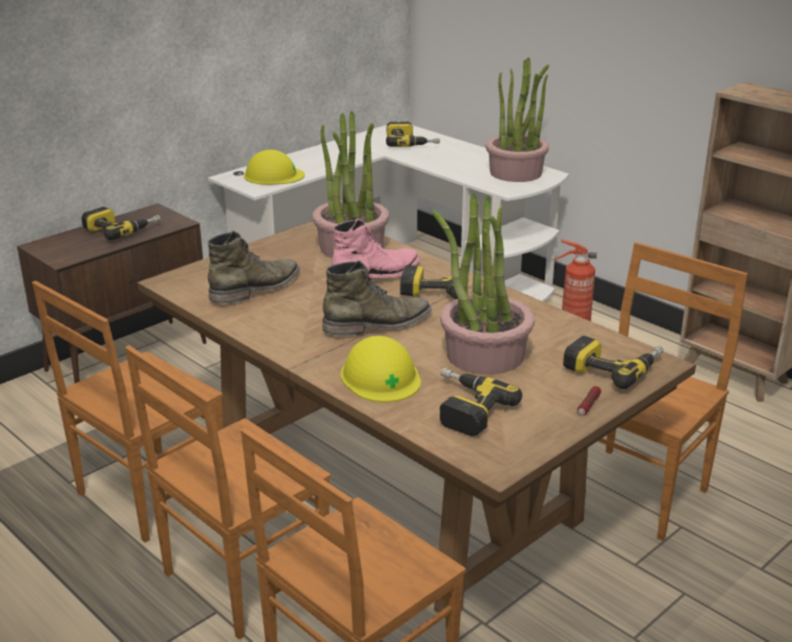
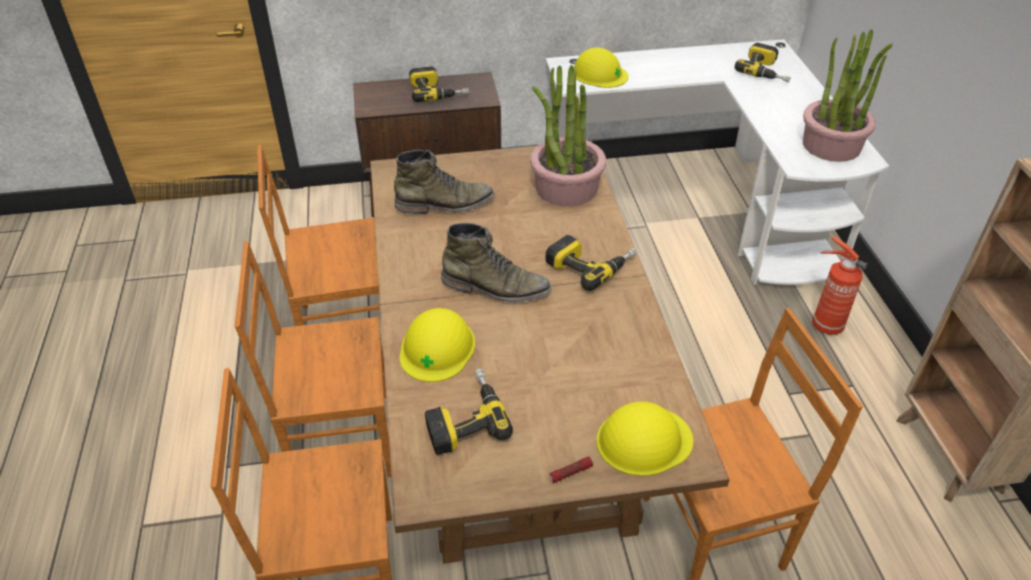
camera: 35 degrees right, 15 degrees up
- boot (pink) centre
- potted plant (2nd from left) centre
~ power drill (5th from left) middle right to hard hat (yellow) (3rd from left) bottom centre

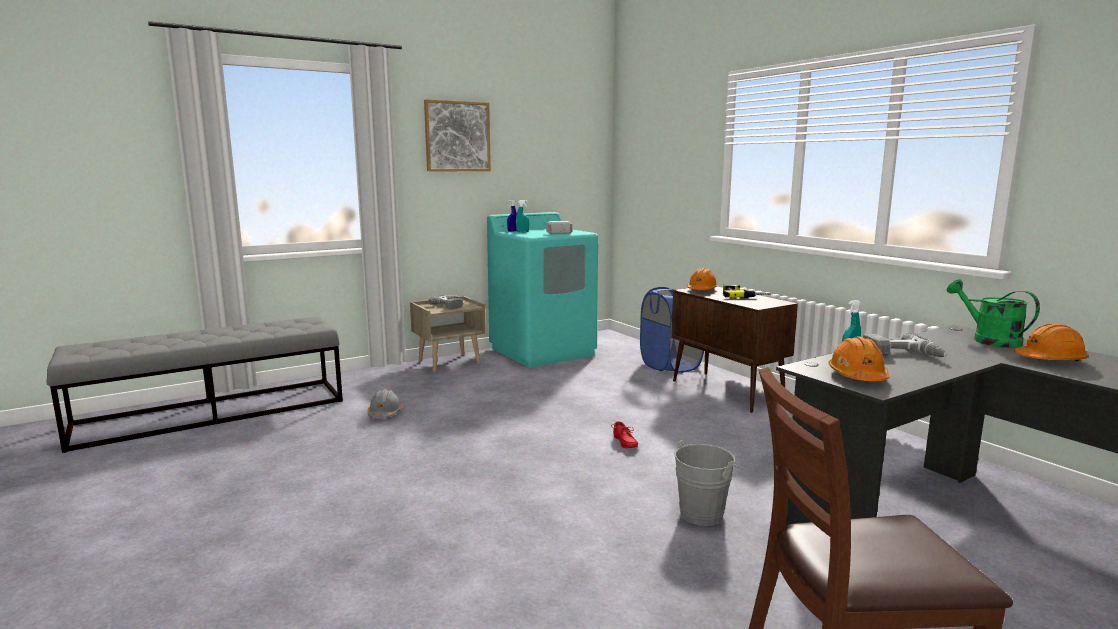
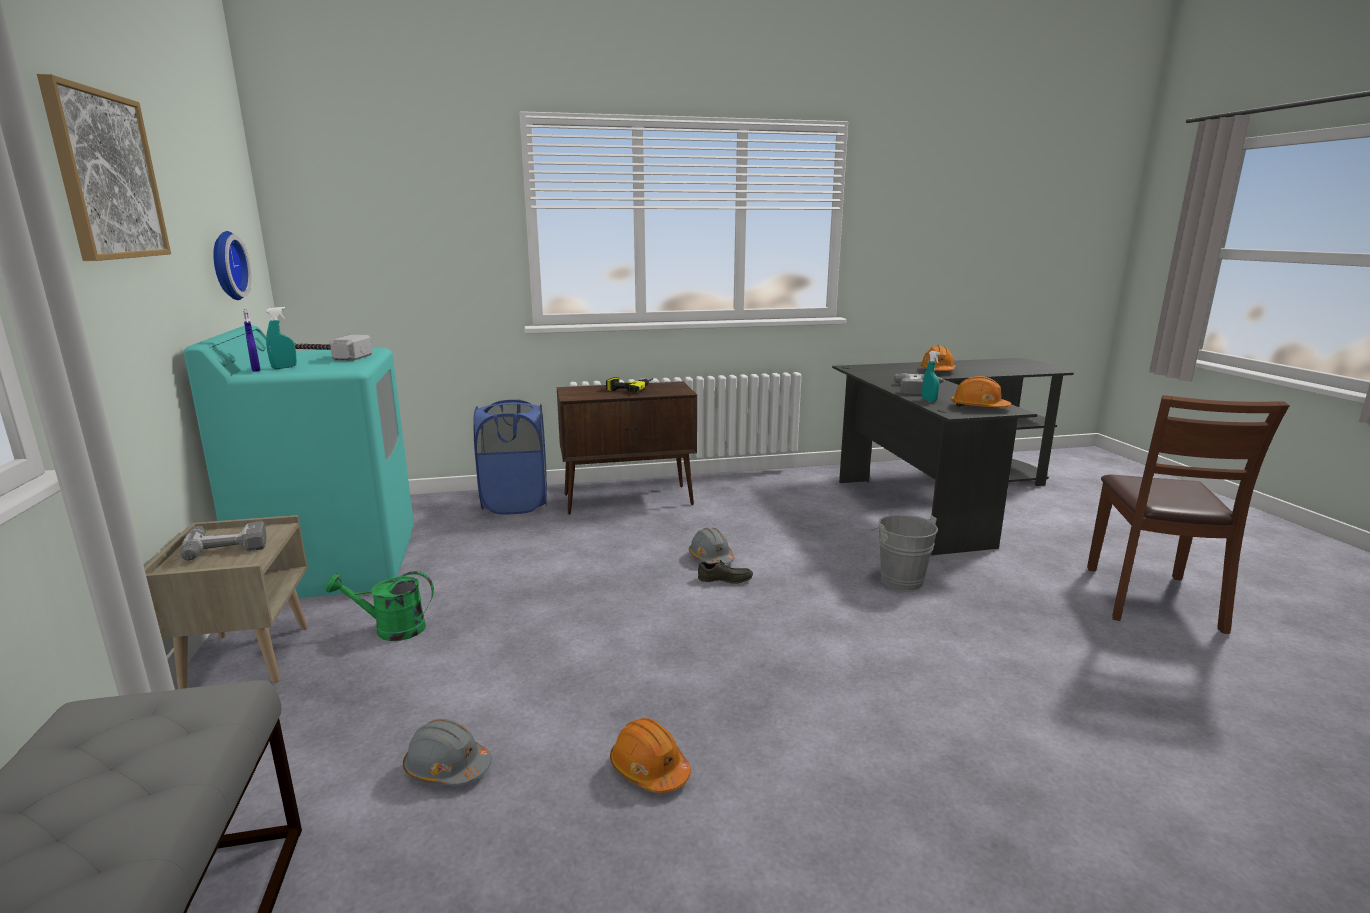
camera: 70 degrees left, 5 degrees up
~ shoe (red) bottom centre to shoe (grey) centre
~ hard hat (orange) (1st from left) centre to bottom centre
~ watering can (green) middle right to middle left
+ wall clock top left
+ hard hat (grey) (2nd from left) centre

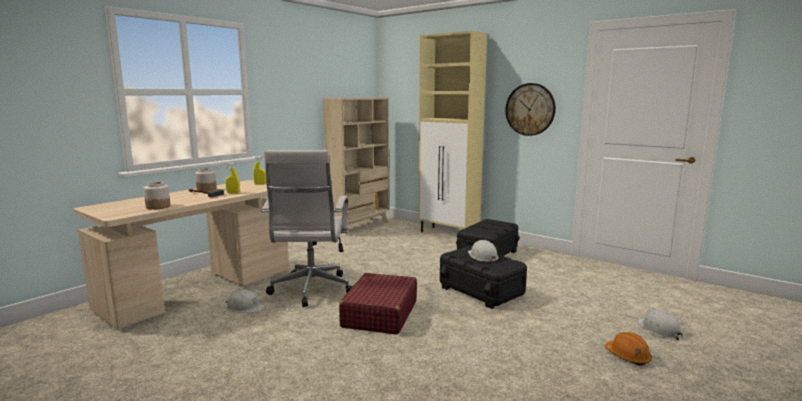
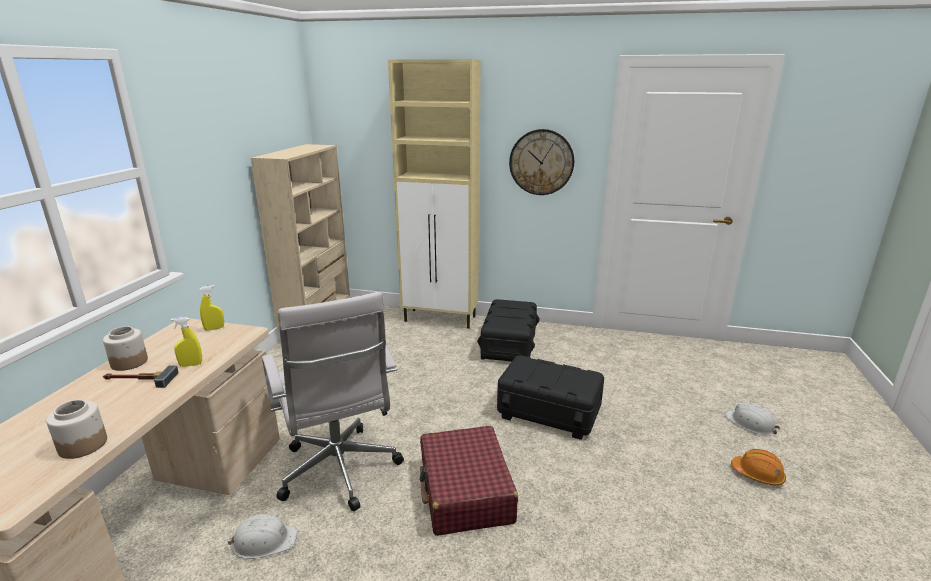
camera: 25 degrees left, 10 degrees up
- hard hat (white) (2nd from left) centre

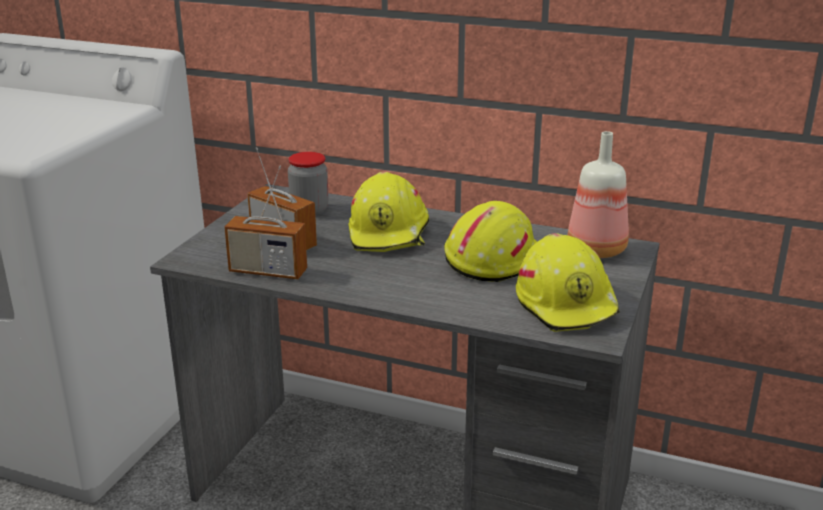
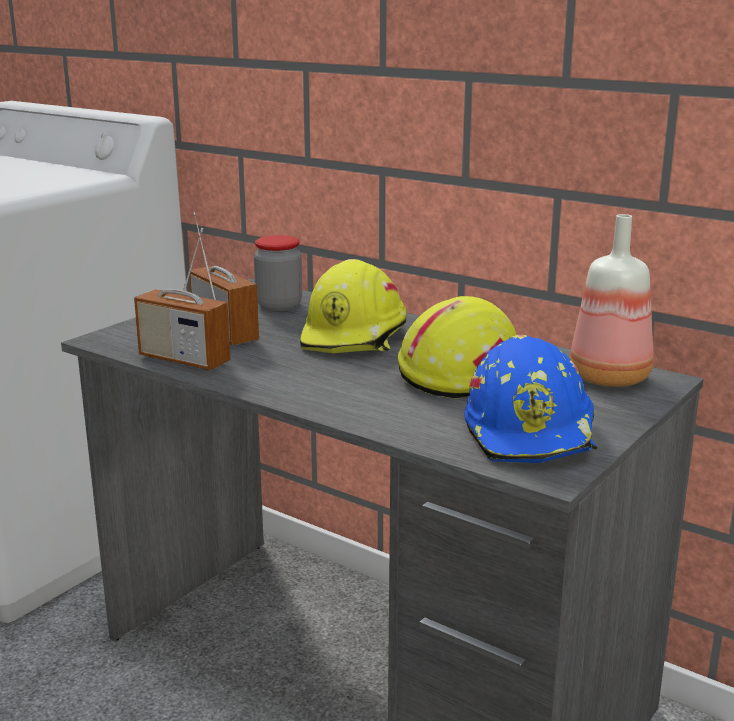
camera: 15 degrees right, 5 degrees down
~ hard hat (yellow) (3rd from left) middle right to hard hat (blue) middle right

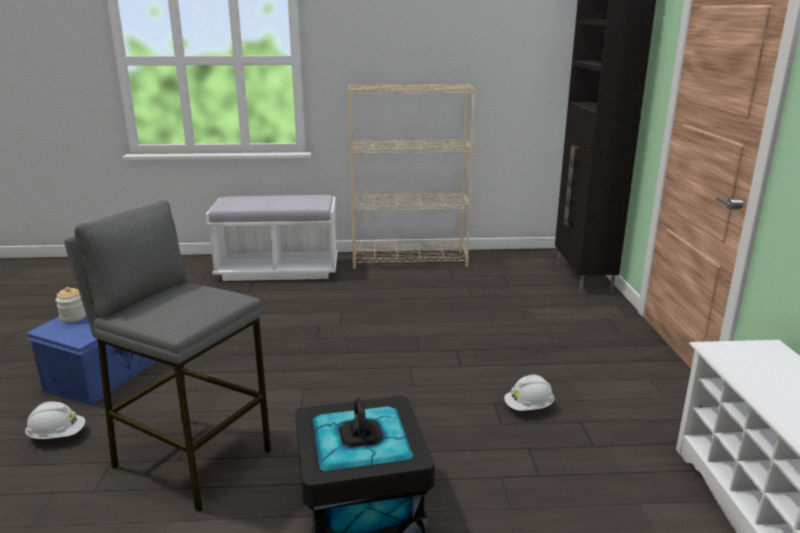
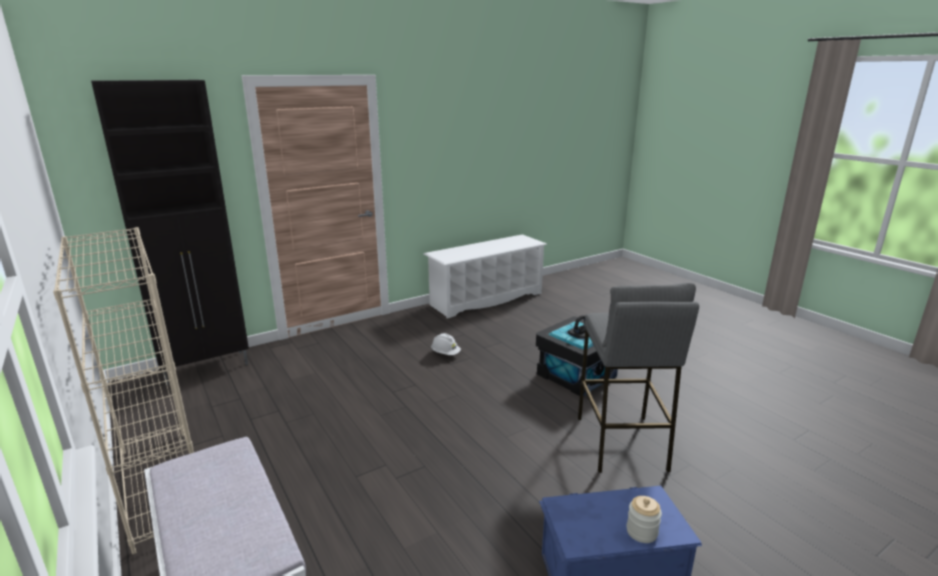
camera: 120 degrees left, 0 degrees up
- hard hat (white) (1st from left) bottom left

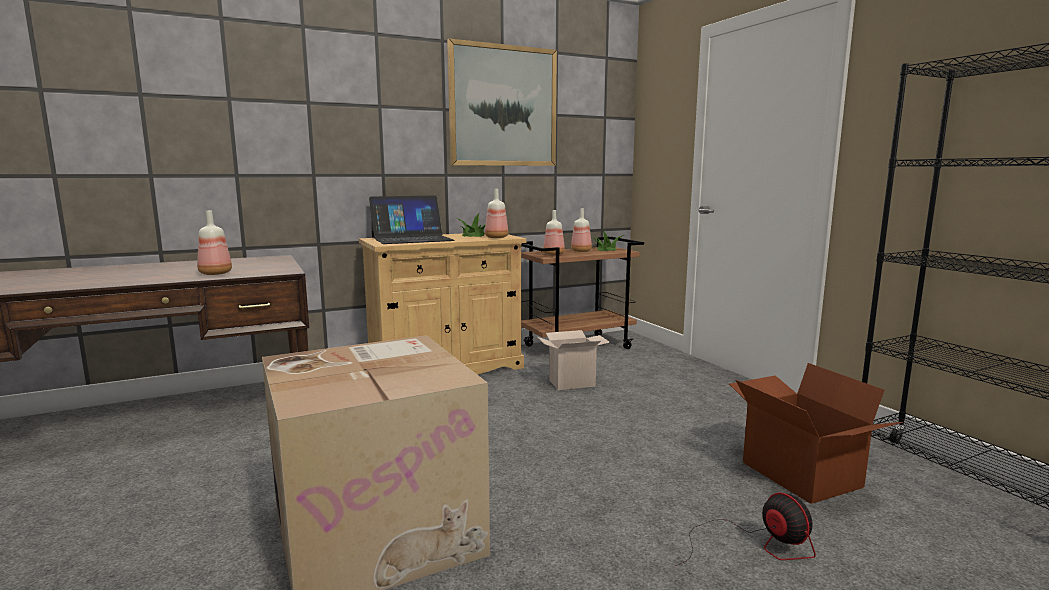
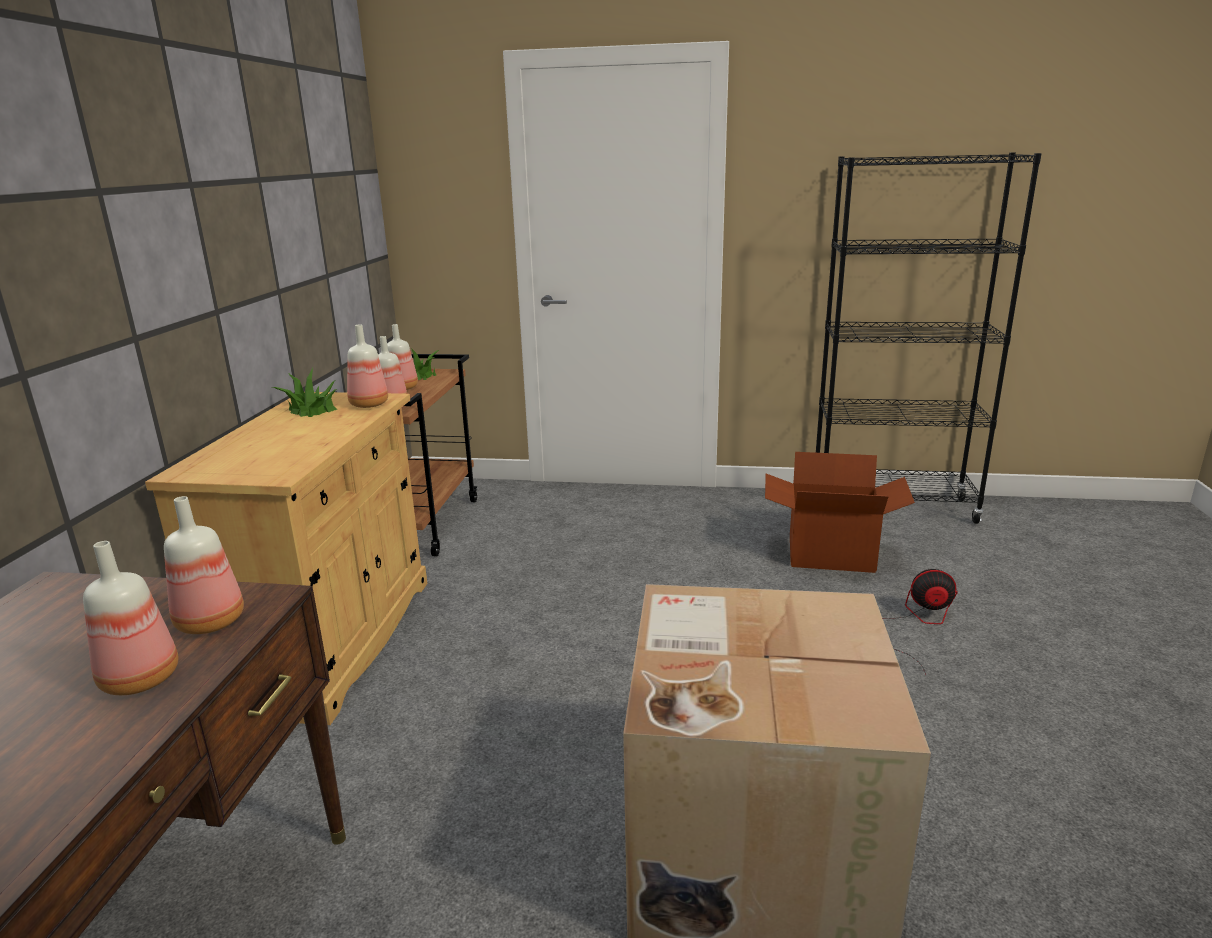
camera: 55 degrees left, 10 degrees up
- laptop centre
- picture top centre
- cardboard box (2nd from left) centre
+ bottle (2nd from left) middle left

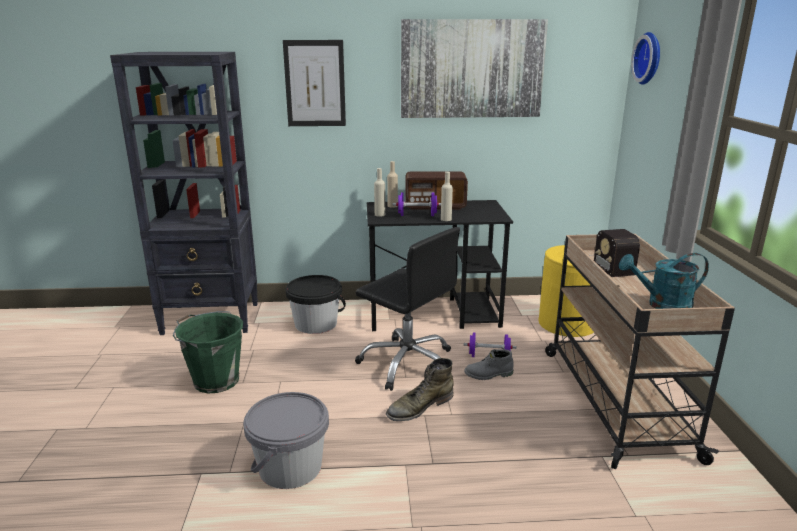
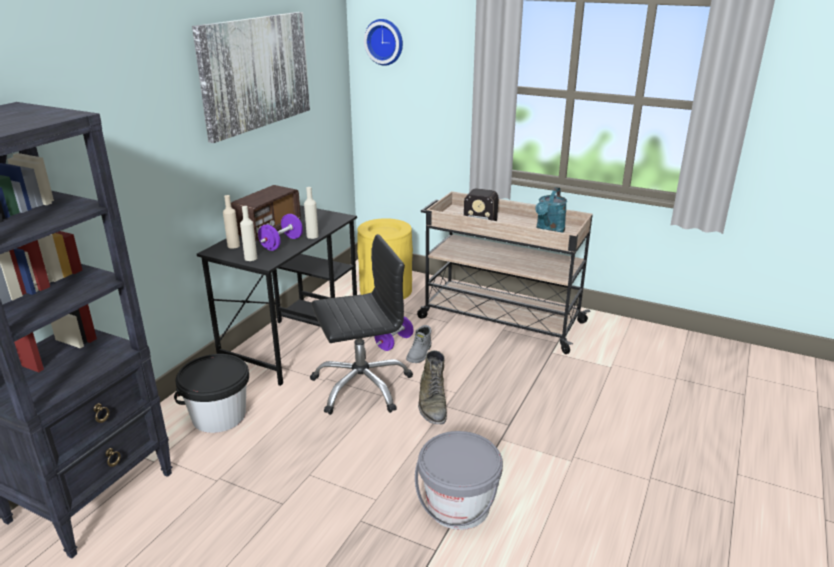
camera: 60 degrees left, 5 degrees up
- bucket (green) middle left
- picture (1st from left) top centre

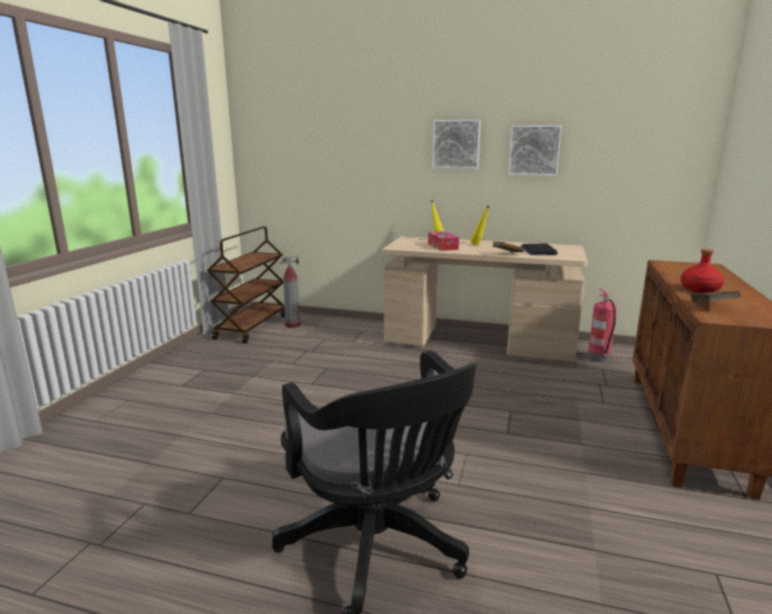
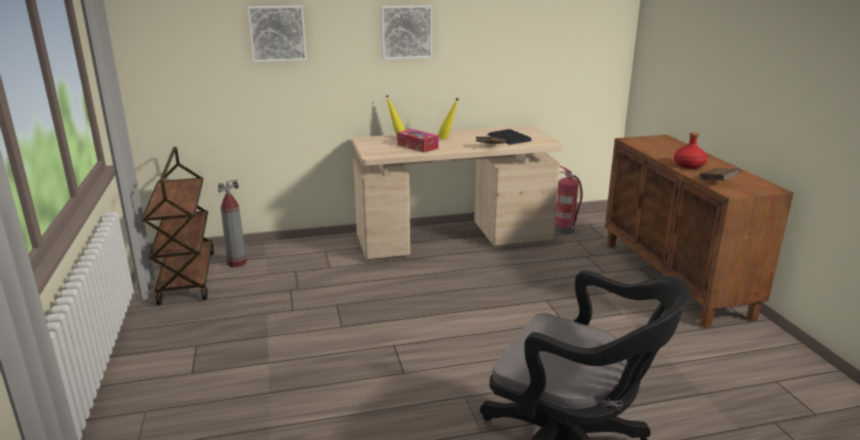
camera: 30 degrees left, 5 degrees up
~ picture (2nd from left in the first image) top right to picture (1st from left) top left

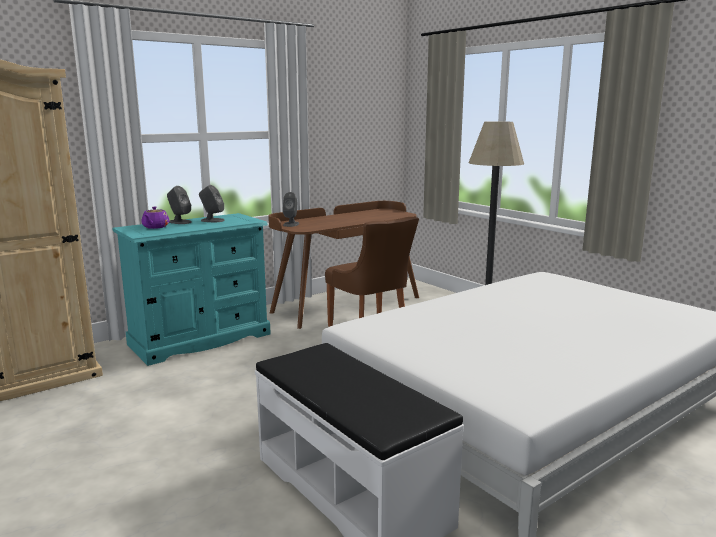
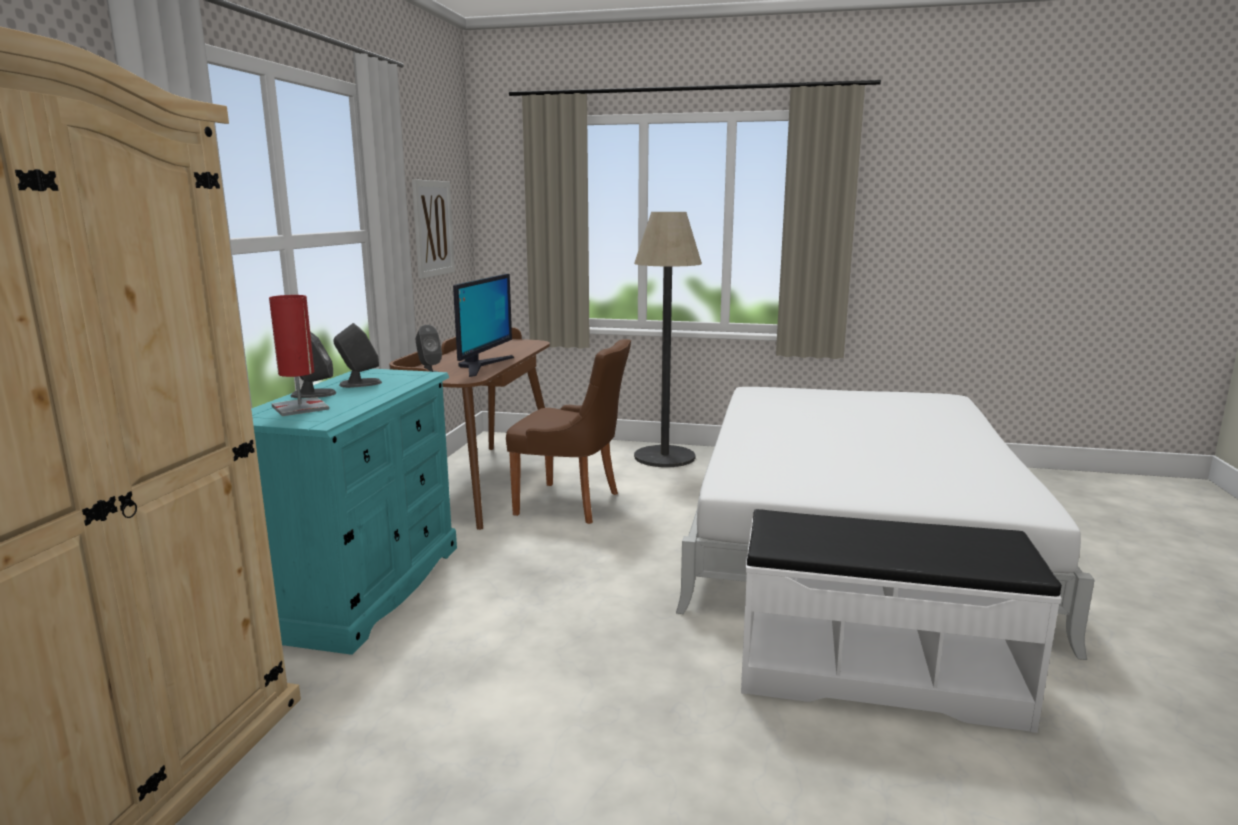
camera: 40 degrees left, 0 degrees up
~ teapot (purple) middle left to table lamp (red) middle left
+ picture top centre
+ monitor centre

